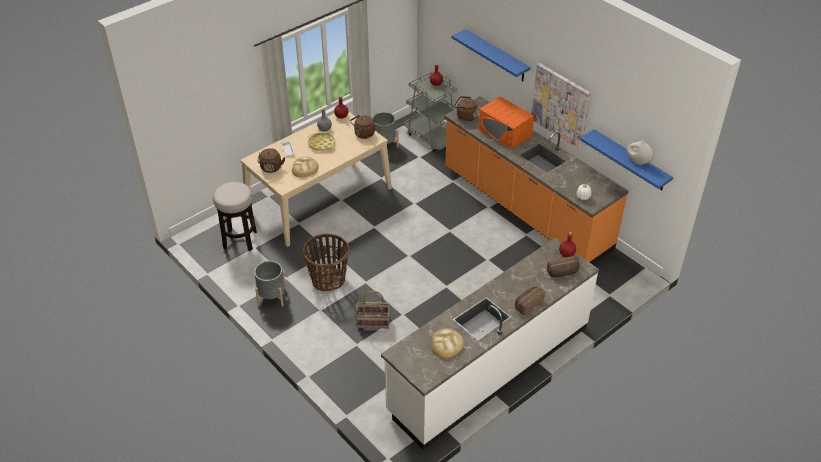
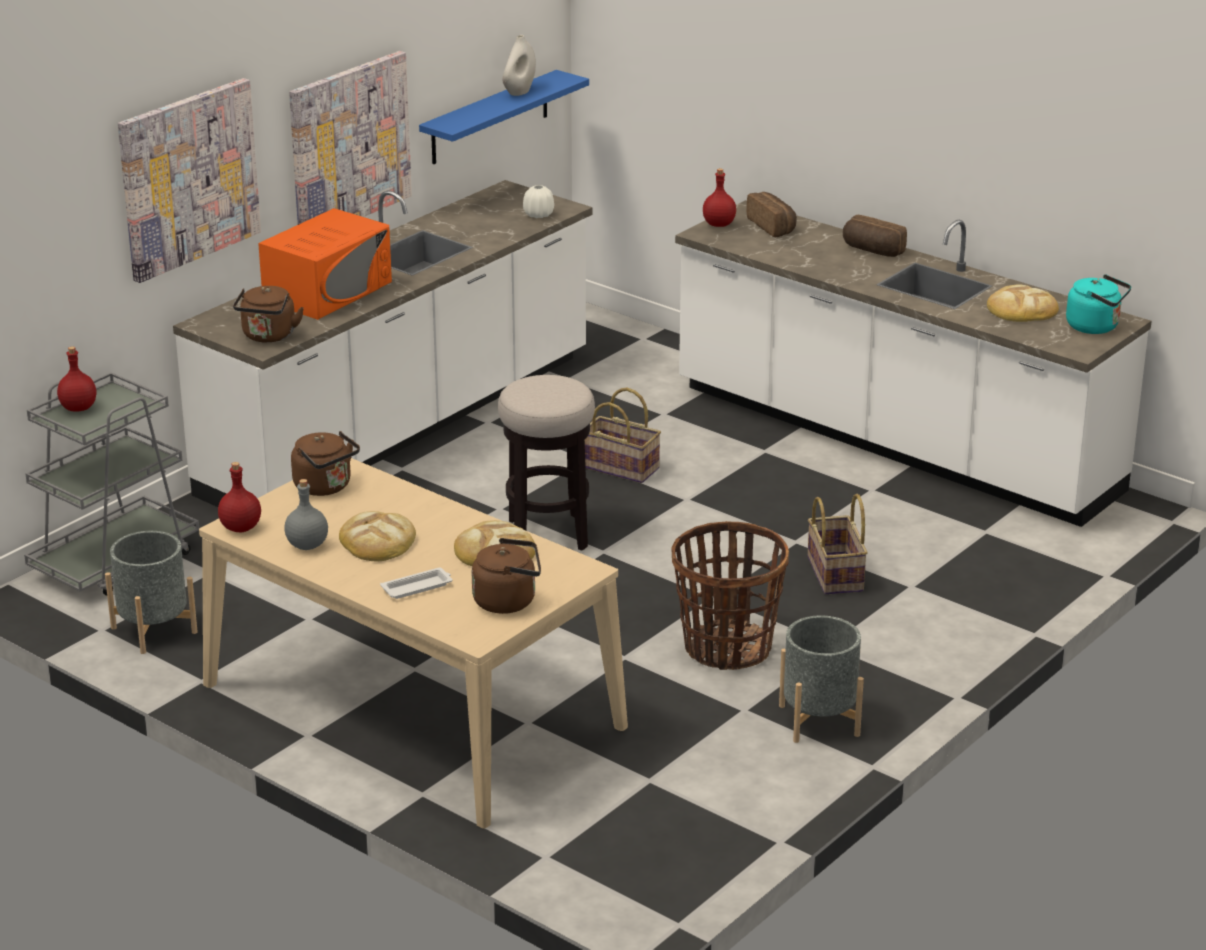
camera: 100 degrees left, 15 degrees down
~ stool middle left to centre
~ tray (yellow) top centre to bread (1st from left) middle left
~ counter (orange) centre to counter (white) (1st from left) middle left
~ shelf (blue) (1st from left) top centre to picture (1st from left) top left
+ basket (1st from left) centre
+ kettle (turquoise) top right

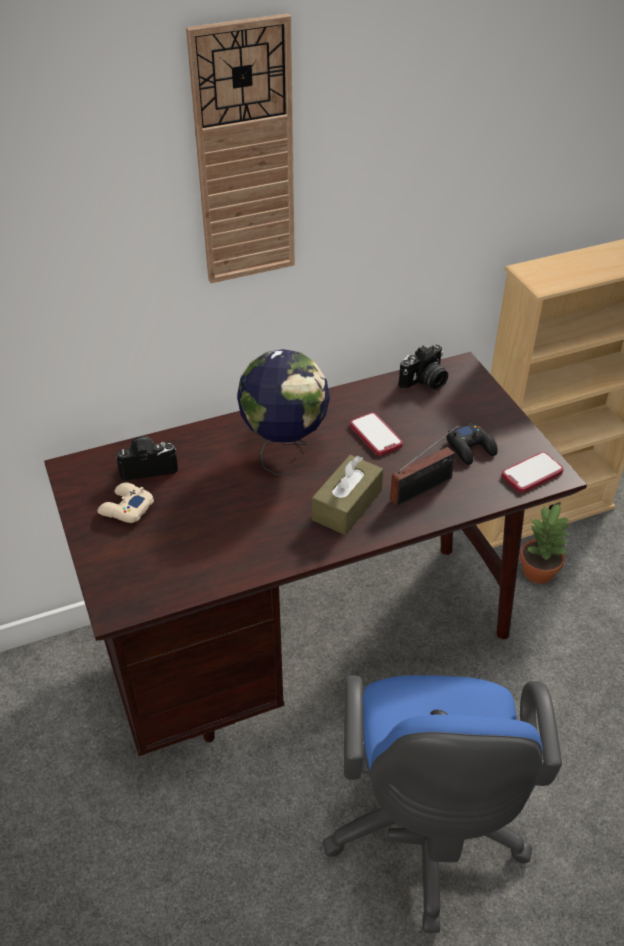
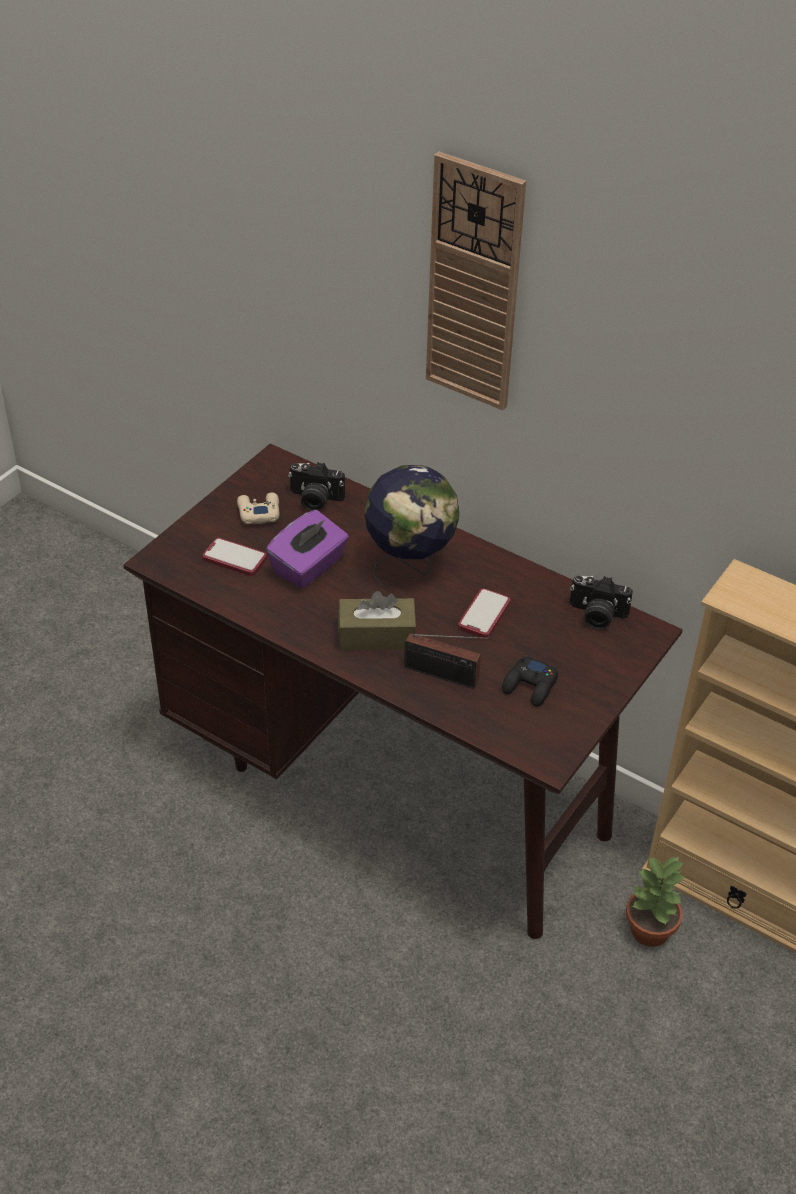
camera: 55 degrees right, 0 degrees up
~ photo camera (1st from left) middle left = centre 150 degrees clockwise
- office chair (blue) bottom right
~ phone (2nd from left in the first image) middle right to phone (1st from left) middle left
+ tissue box (purple) centre

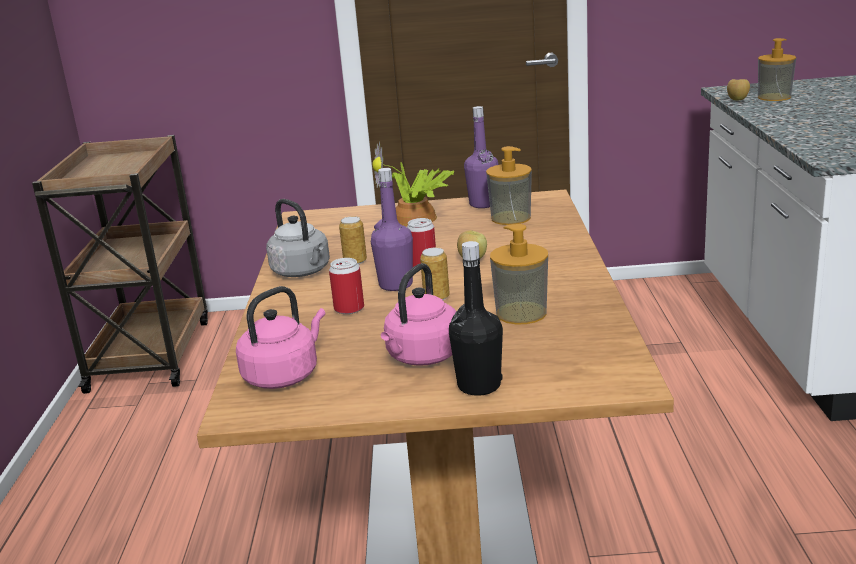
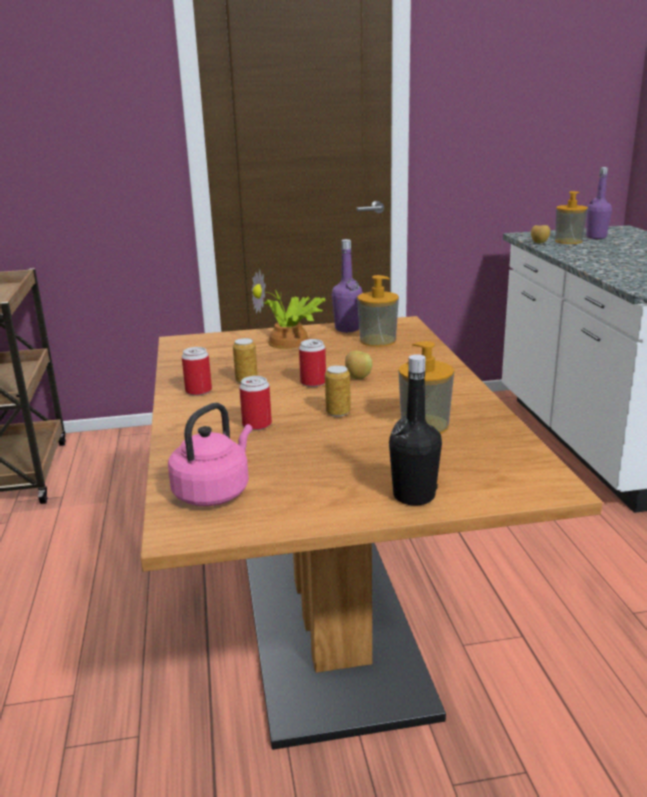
camera: 10 degrees left, 0 degrees up
~ kettle (grey) centre to can (1st from left) middle left
~ bottle (purple) (1st from left in the first image) centre to bottle (purple) (2nd from left) top right
- kettle (pink) (2nd from left) centre

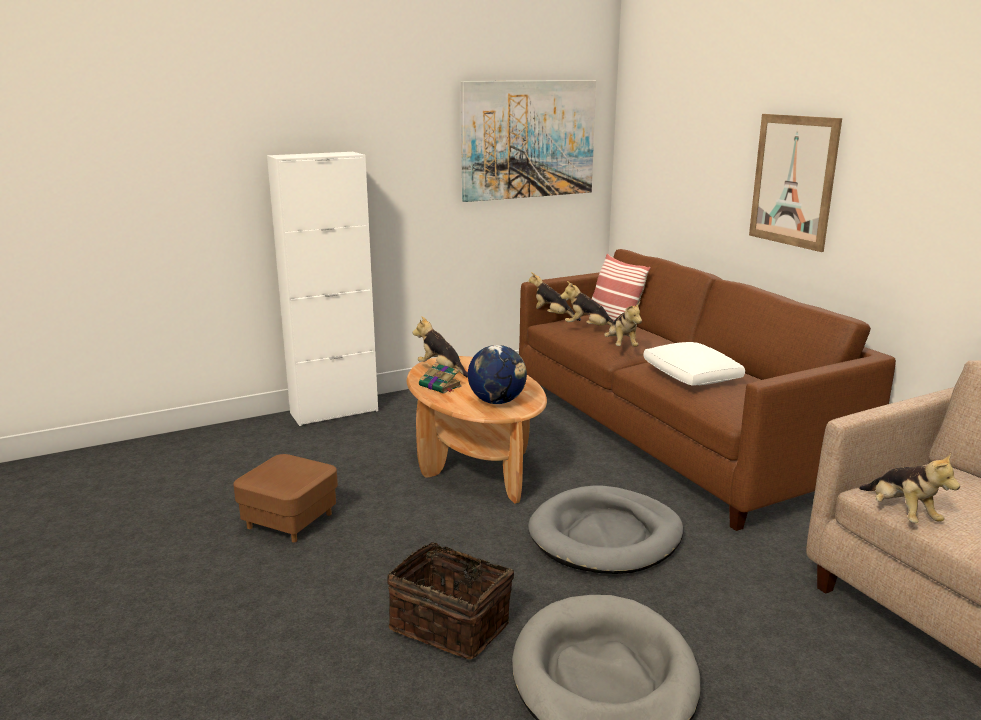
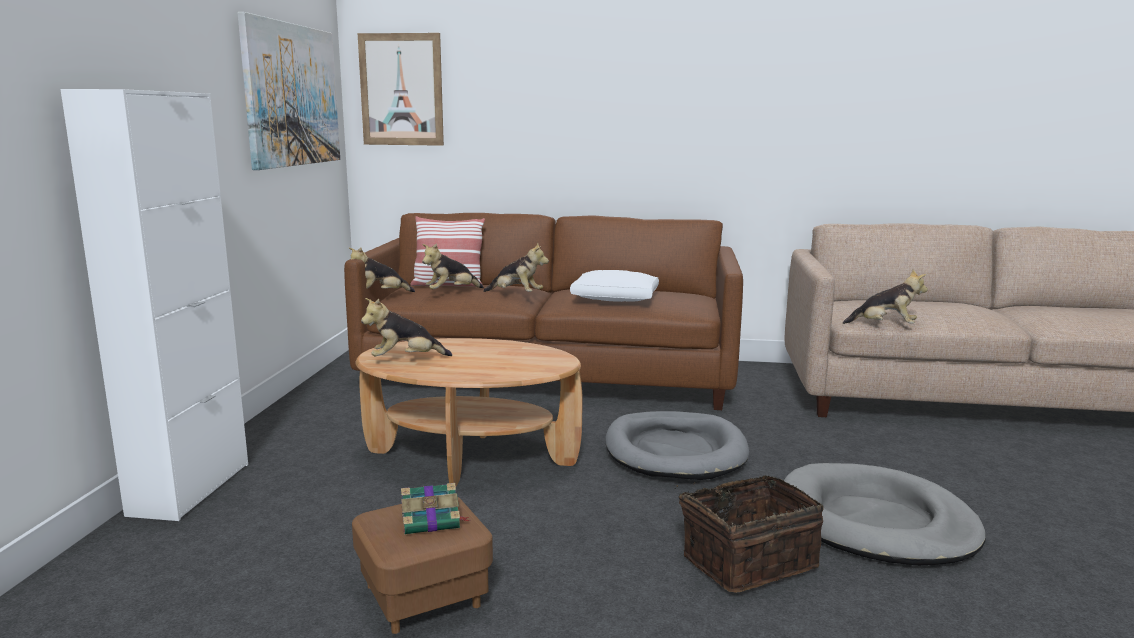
camera: 55 degrees left, 5 degrees down
~ book centre to bottom centre
- globe centre
~ picture (2nd from left) top right to top centre

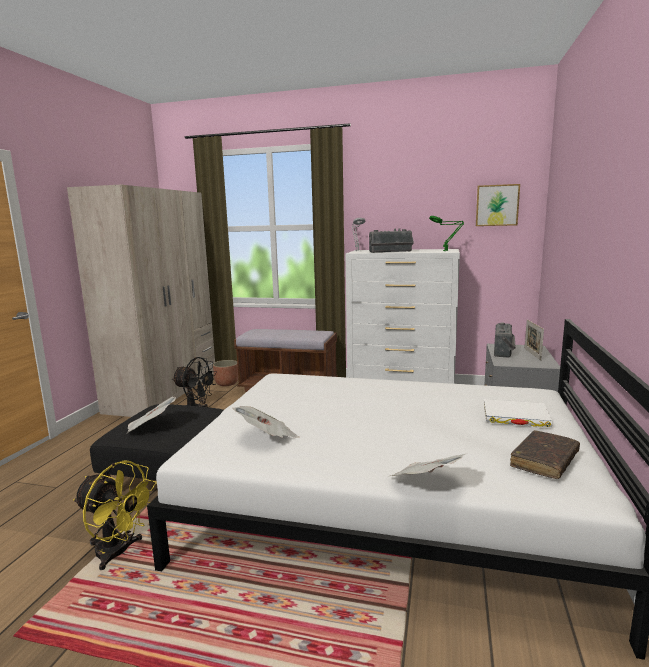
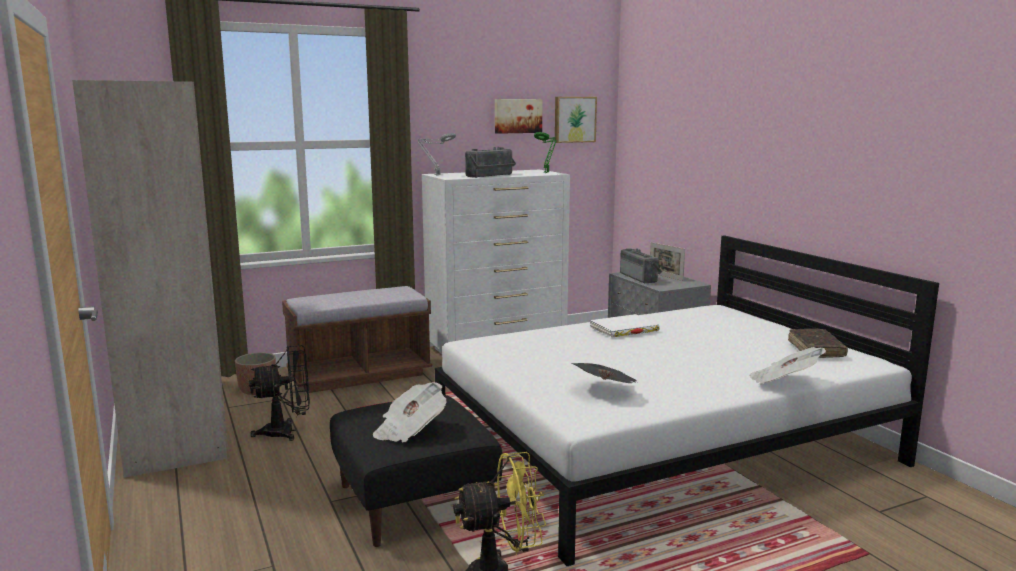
camera: 40 degrees left, 0 degrees up
~ book (white) middle right to centre
+ picture (1st from left) top centre

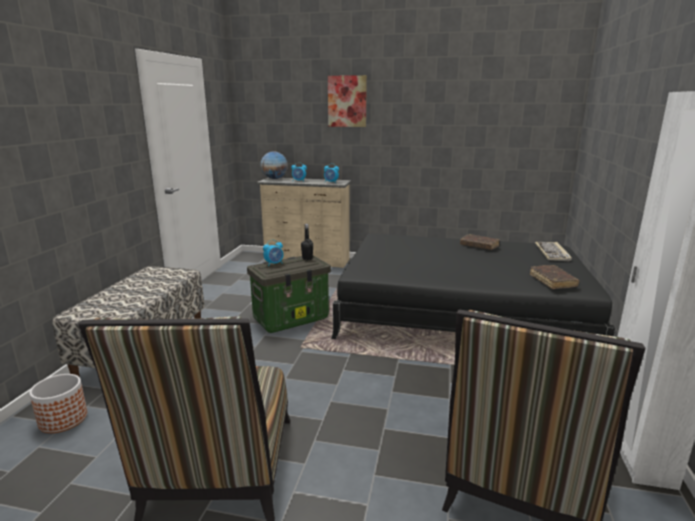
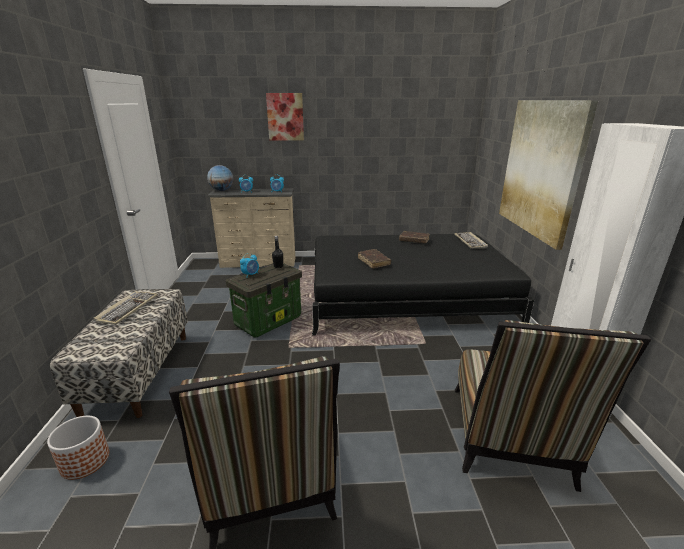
camera: 15 degrees left, 5 degrees up
~ book (brown) (2nd from left in the first image) middle right to book (brown) (1st from left) centre
+ keyboard (1st from left) middle left
+ picture (2nd from left) top right

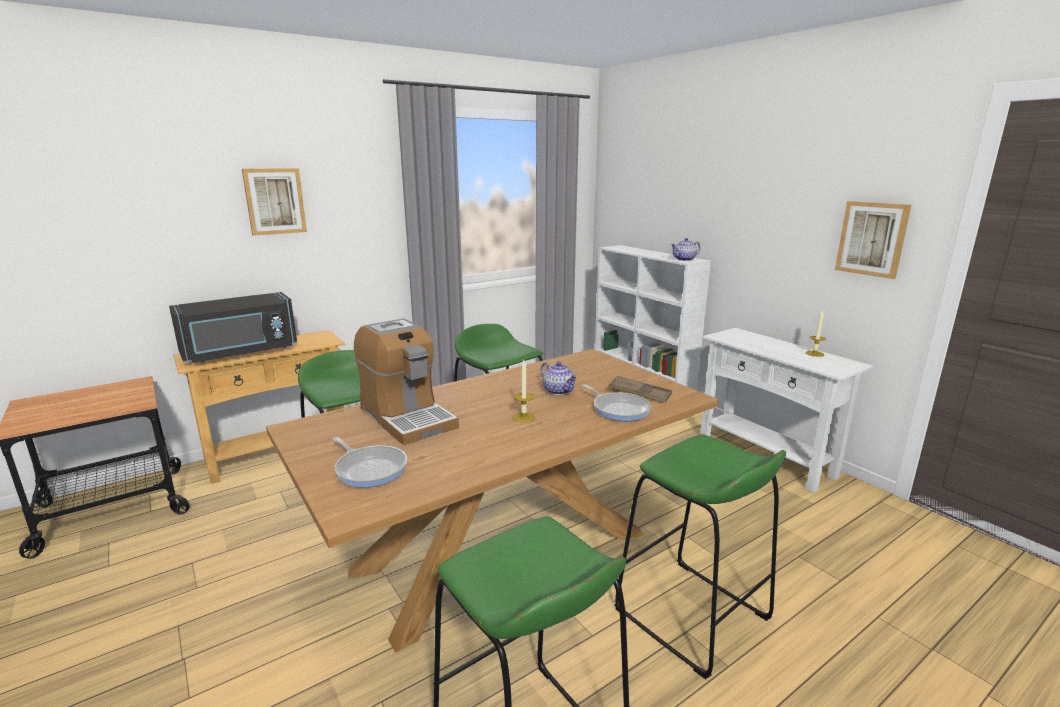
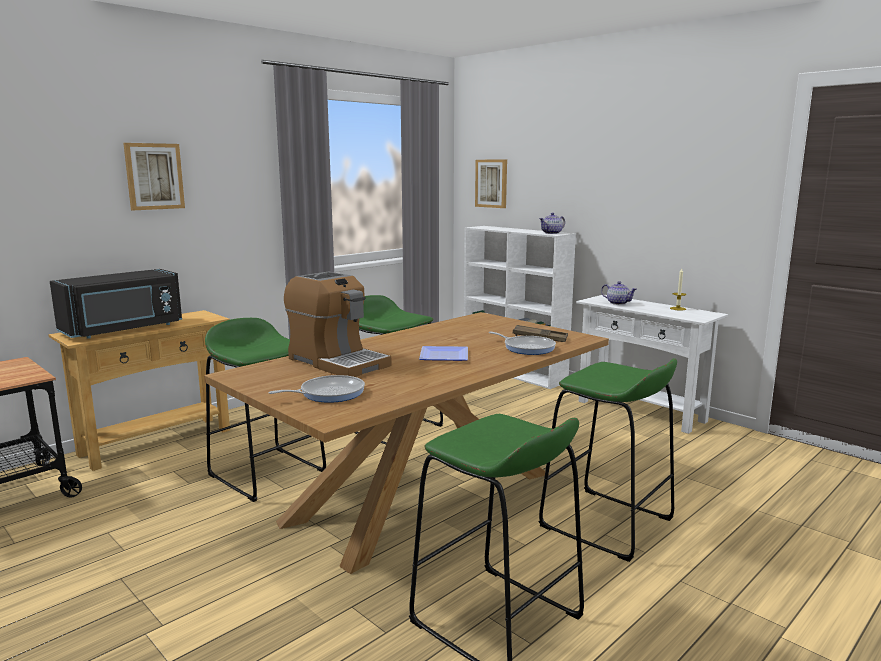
camera: 10 degrees left, 5 degrees down
~ frying pan (1st from left) centre = centre 60 degrees counterclockwise
~ candle (1st from left) centre to plate centre
~ teapot (1st from left in the first image) centre to teapot (2nd from left) middle right
~ picture (2nd from left) middle right to top centre

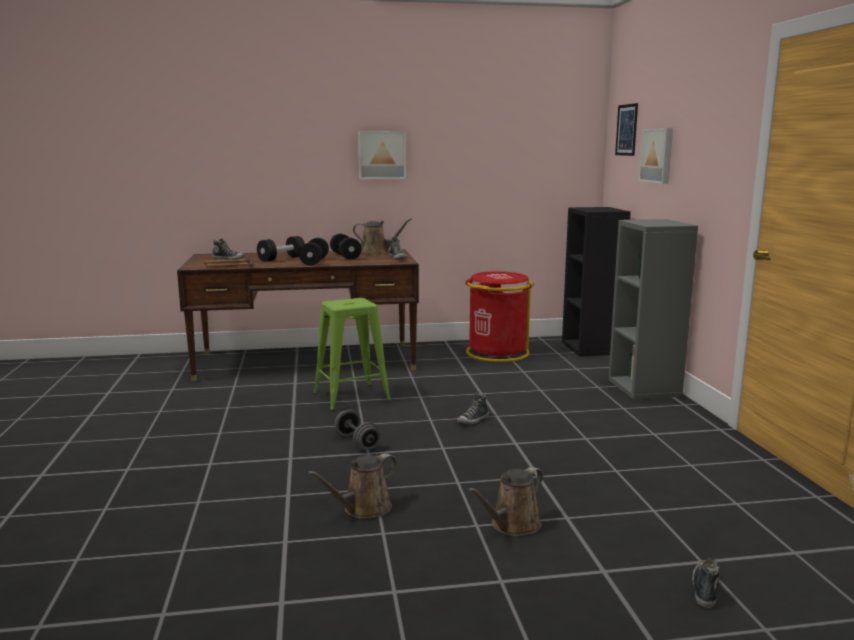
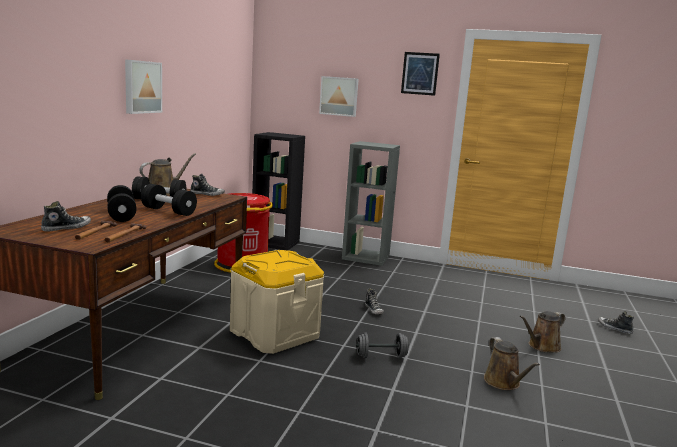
camera: 65 degrees left, 0 degrees up
~ stool (green) centre to storage box (beige) bottom centre
~ watering can (brown) (3rd from left) bottom centre = bottom right 75 degrees clockwise
~ picture (2nd from left in the first image) top right to picture (3rd from left) top centre

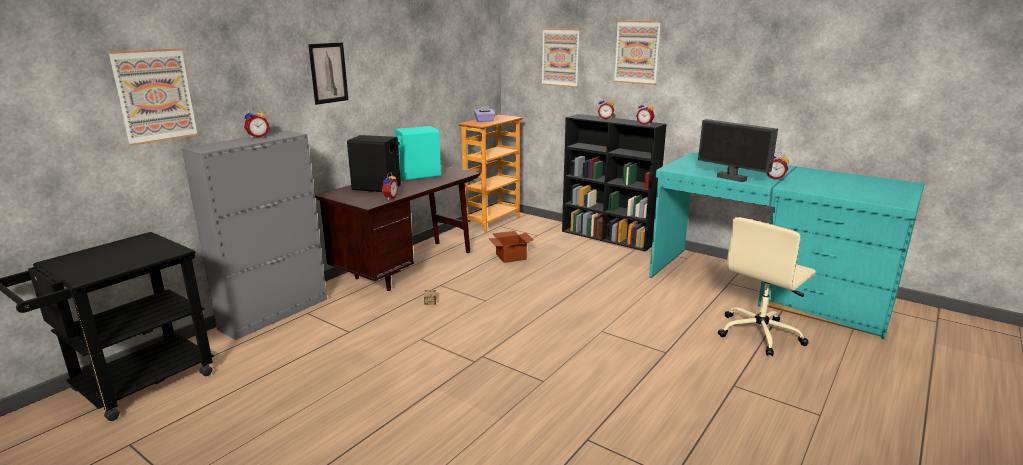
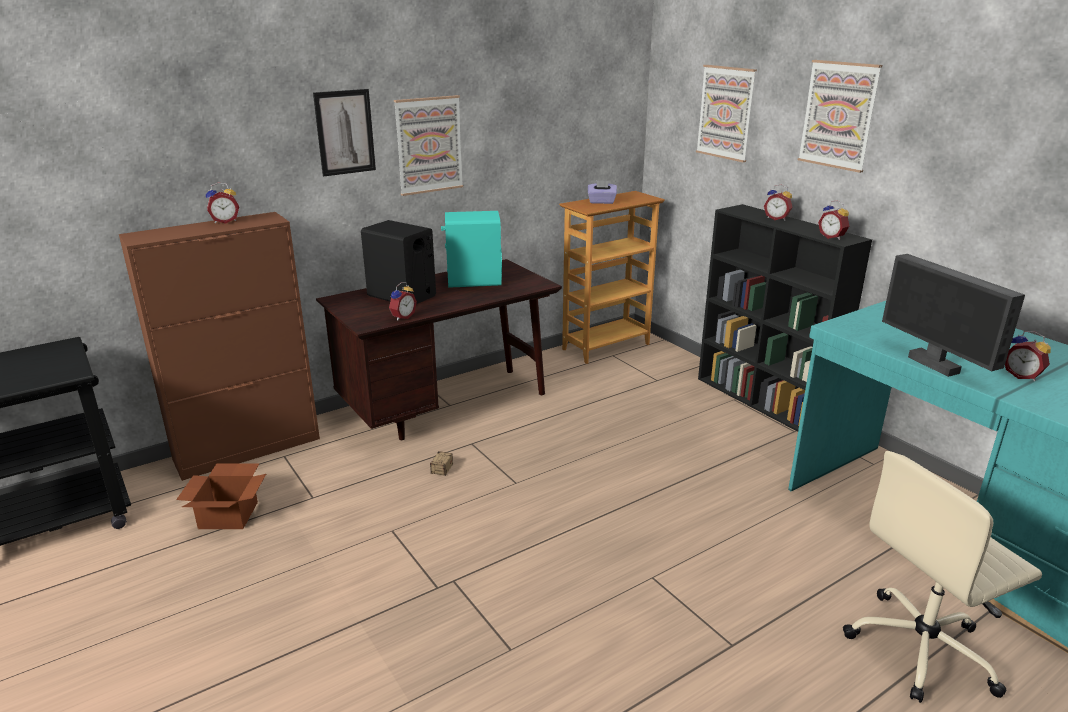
camera: 20 degrees right, 5 degrees up
~ picture (1st from left in the first image) top left to picture (2nd from left) top centre
~ cabinet (grey) middle left to cabinet (brown) middle left
~ cardboard box centre to bottom left

